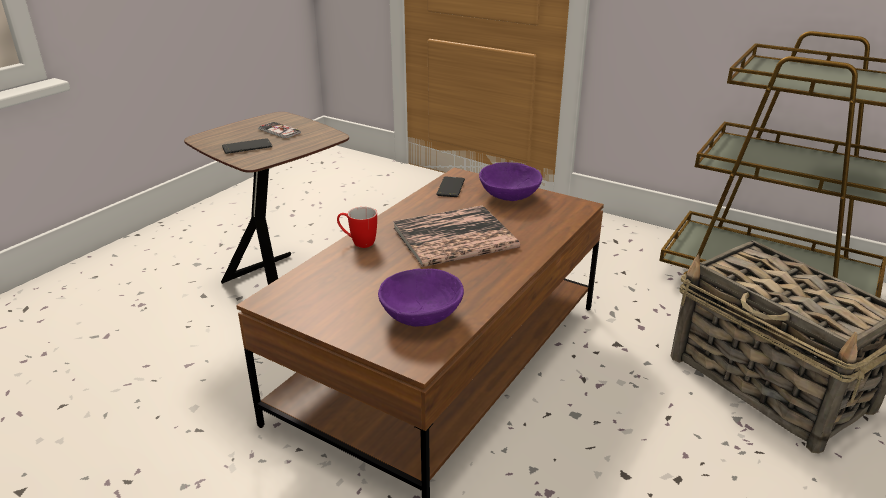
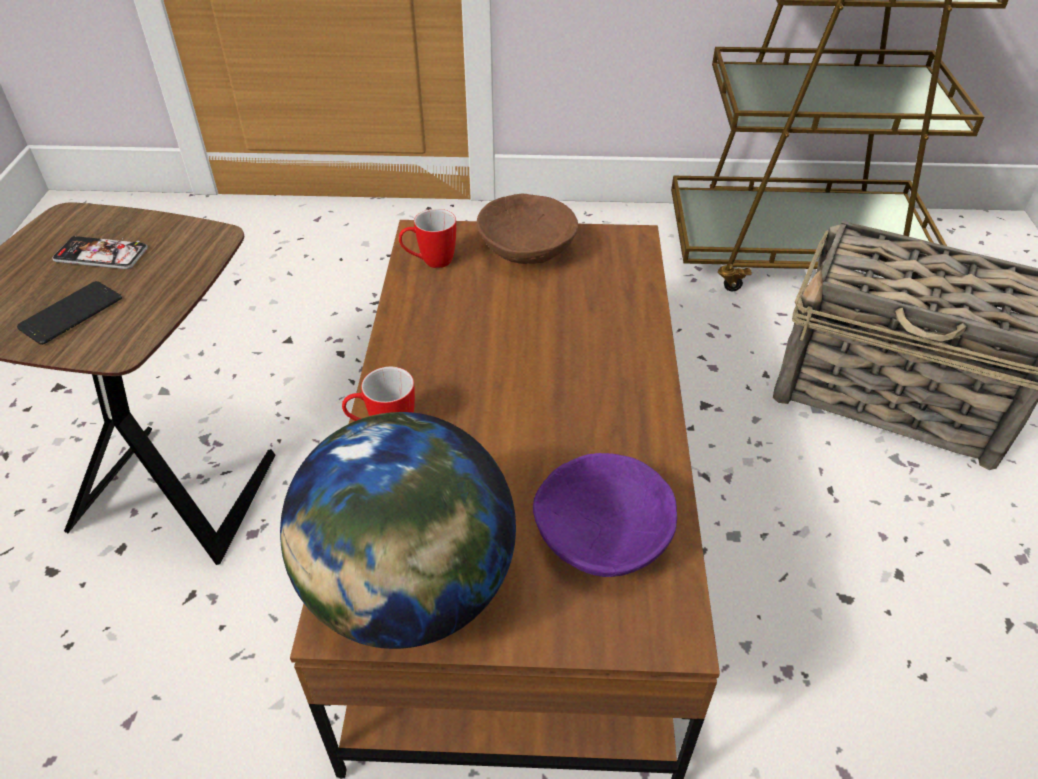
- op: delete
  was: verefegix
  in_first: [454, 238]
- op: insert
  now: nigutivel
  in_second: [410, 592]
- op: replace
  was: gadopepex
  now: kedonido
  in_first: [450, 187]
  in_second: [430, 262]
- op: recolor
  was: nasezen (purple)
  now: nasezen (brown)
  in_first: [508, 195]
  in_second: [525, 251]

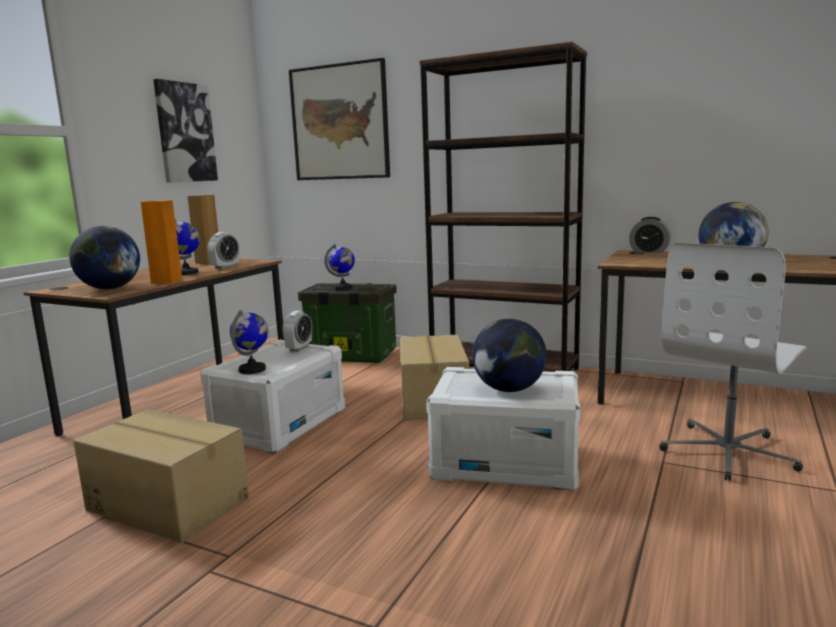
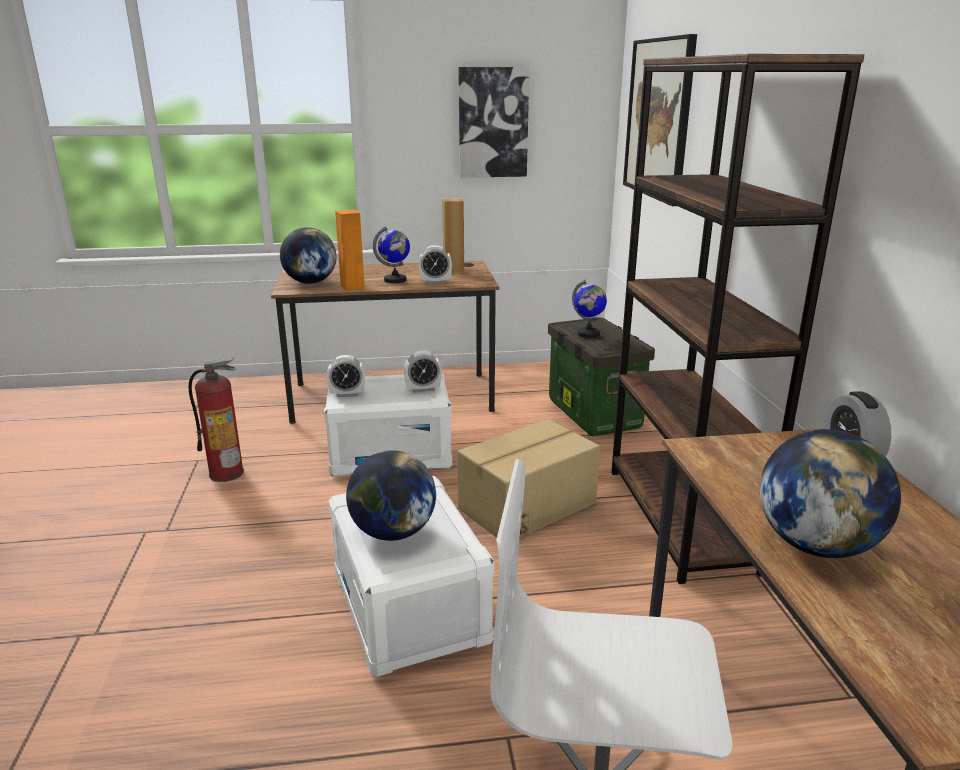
- op: replace
  was: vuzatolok
  now: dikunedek
  in_first: [169, 503]
  in_second: [226, 473]
- op: replace
  was: nigutivel
  now: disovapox
  in_first: [252, 370]
  in_second: [347, 394]

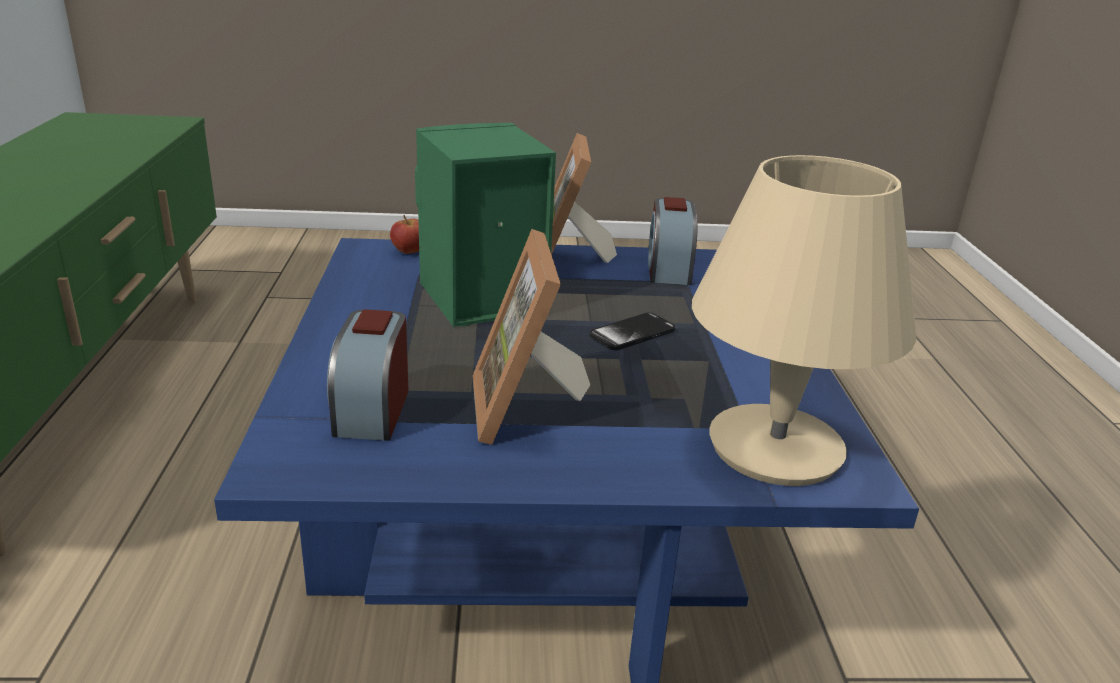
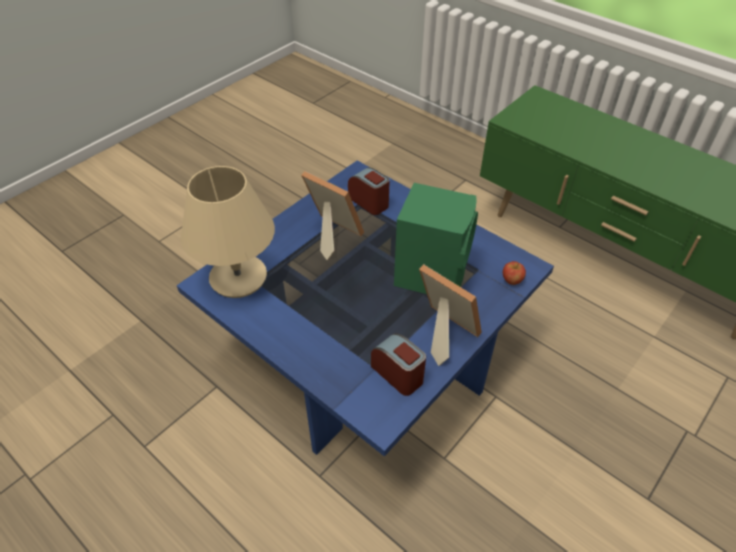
- op: delete
  was: gadopepex
  in_first: [632, 333]

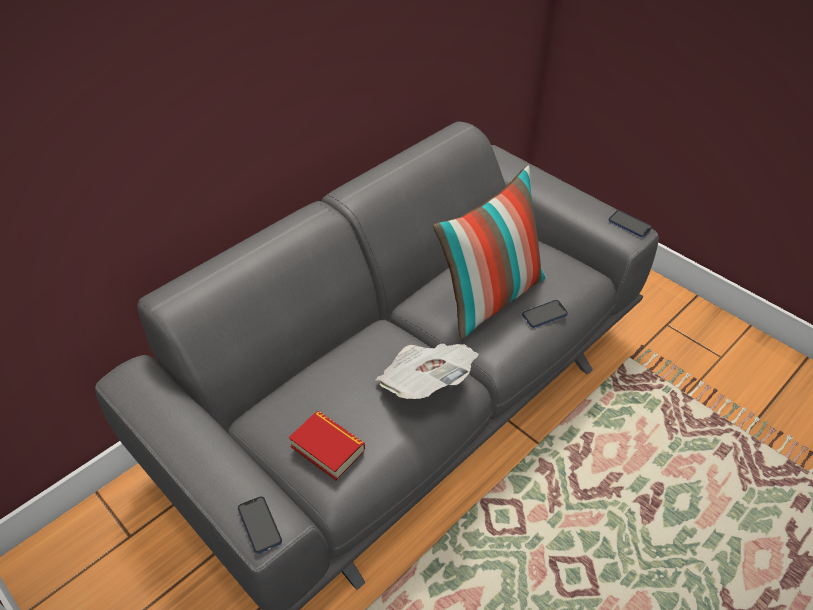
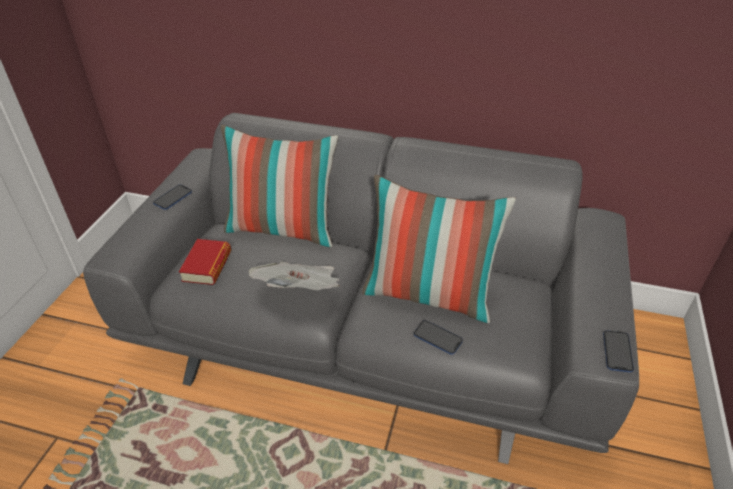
- op: insert
  now: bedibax
  in_second: [283, 229]
- op: move
  was: gadopepex
  in_first: [259, 525]
  in_second: [173, 198]

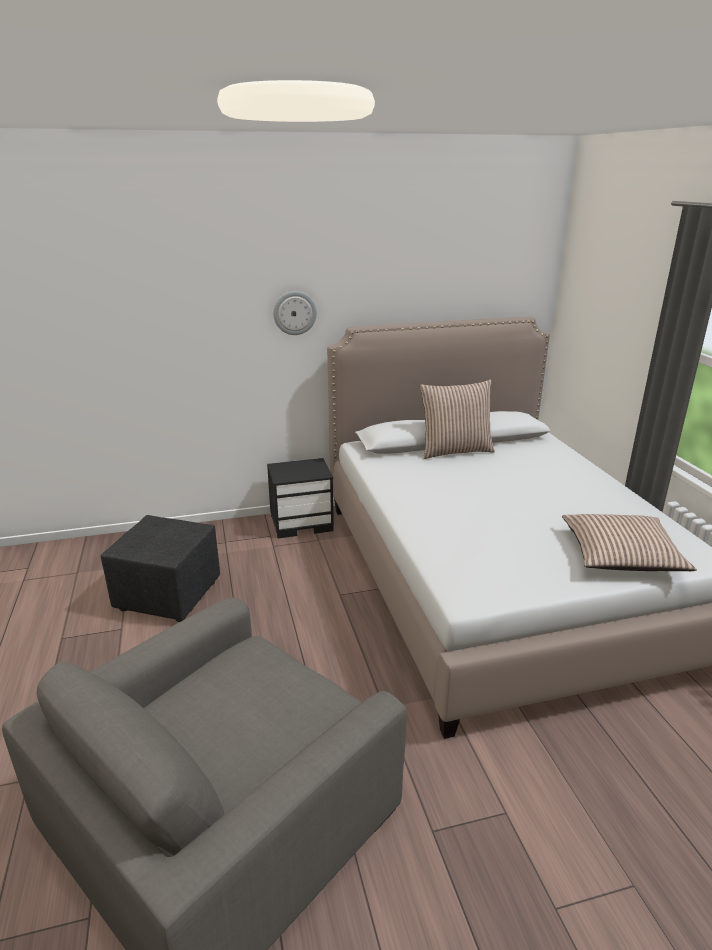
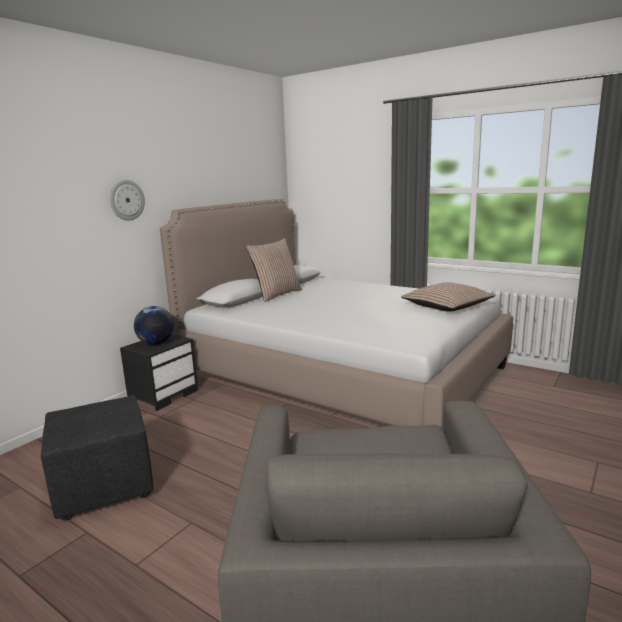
- op: insert
  now: nigutivel
  in_second: [156, 343]

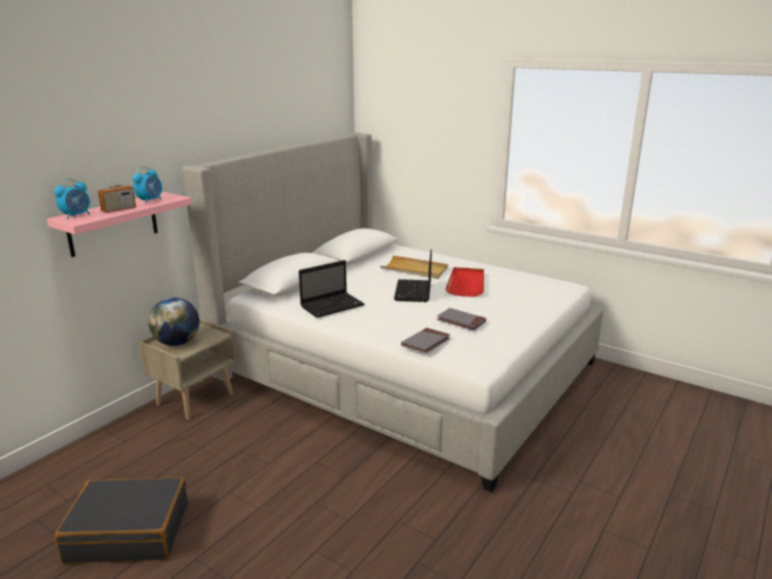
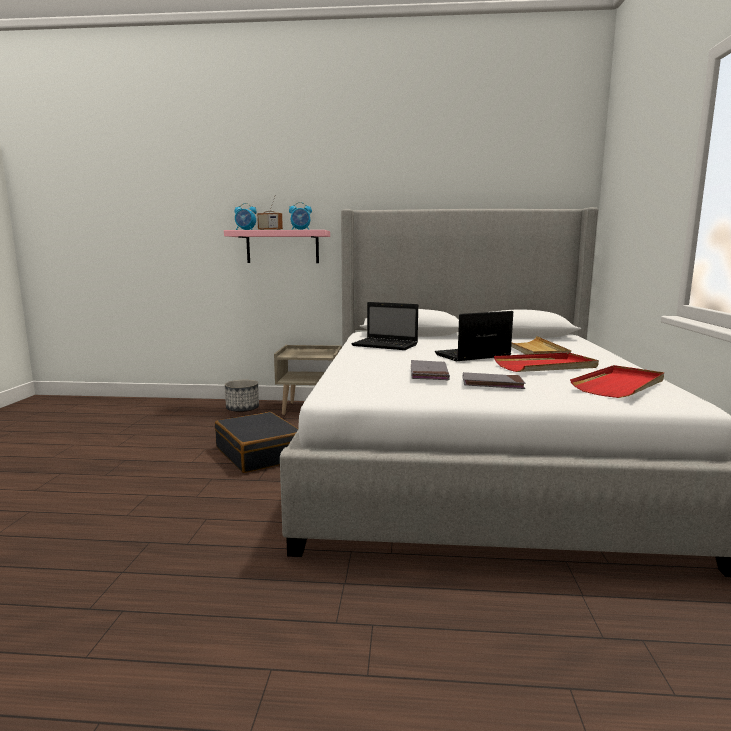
- op: delete
  was: nigutivel
  in_first: [177, 343]
- op: insert
  now: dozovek
  in_second: [242, 409]
- op: insert
  now: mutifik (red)
  in_second: [620, 385]
- op: move
  was: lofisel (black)
  in_first: [129, 532]
  in_second: [259, 454]
- op: move
  was: verefegix (grey)
  in_first: [425, 343]
  in_second: [492, 384]

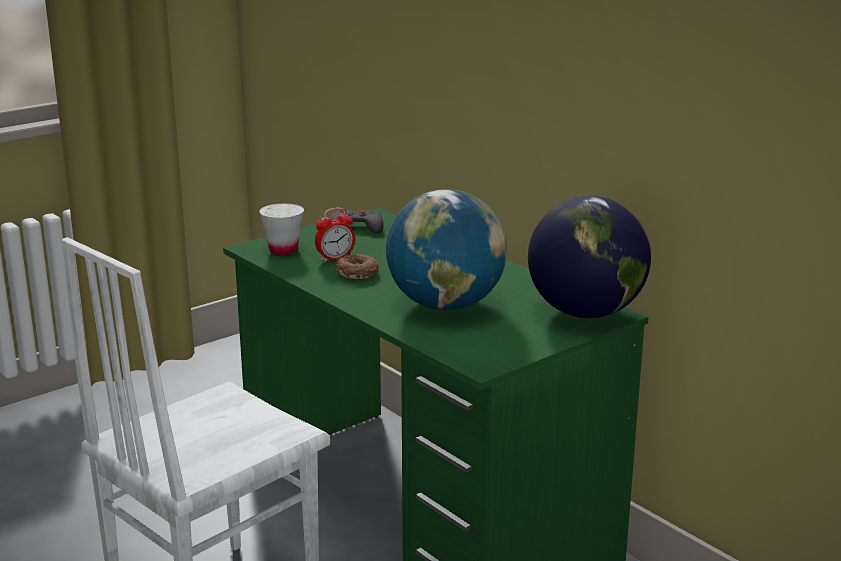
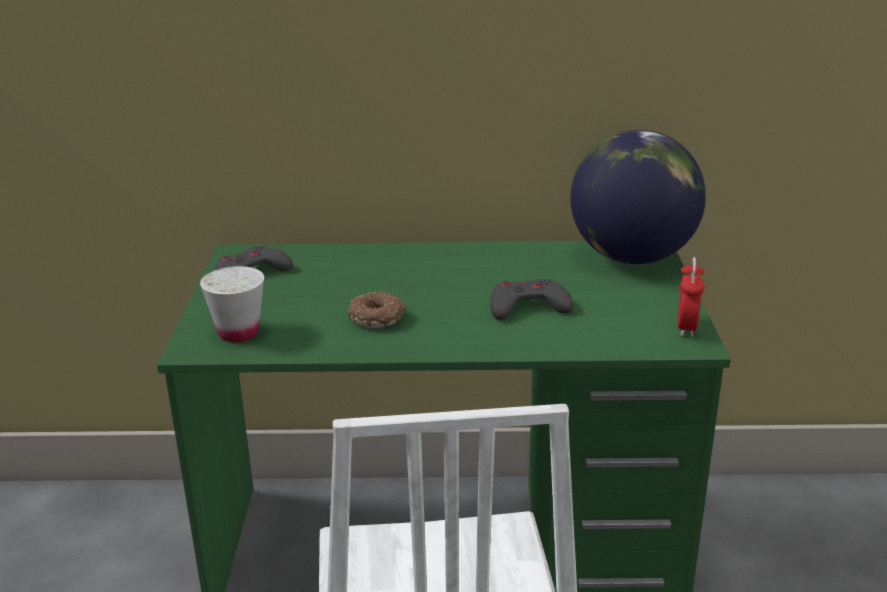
- op: move
  was: disovapox
  in_first: [335, 259]
  in_second: [686, 327]
- op: replace
  was: nigutivel
  now: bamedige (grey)
  in_first: [446, 305]
  in_second: [528, 307]

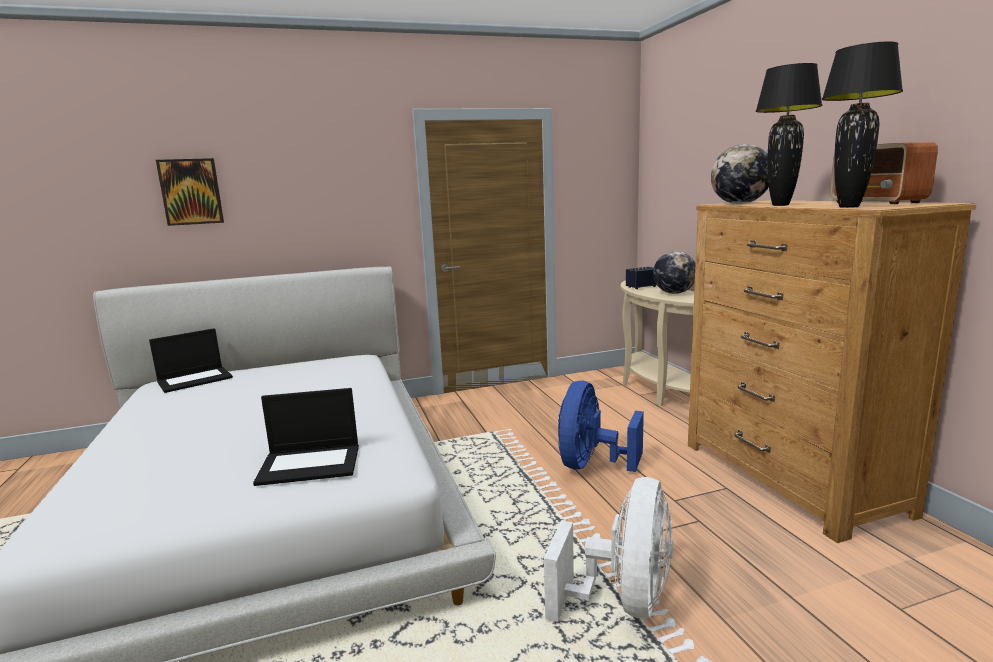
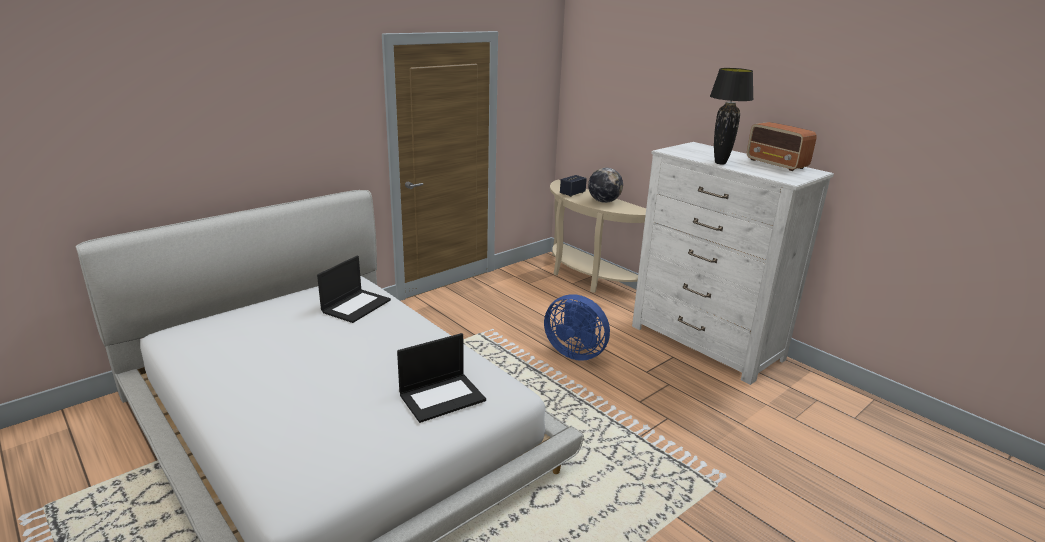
- op: delete
  was: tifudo
  in_first: [191, 192]
- op: delete
  was: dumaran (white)
  in_first: [624, 601]
- op: delete
  was: nigutivel
  in_first: [739, 203]
- op: delete
  was: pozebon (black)
  in_first: [849, 207]
- op: move
  was: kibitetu
  in_first: [195, 379]
  in_second: [356, 305]
- op: recolor
  was: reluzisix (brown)
  now: reluzisix (white)
  in_first: [789, 477]
  in_second: [706, 343]
- op: rotate
  was: dumaran (blue)
  in_first: [591, 464]
  in_second: [575, 352]
  clockwise: -60

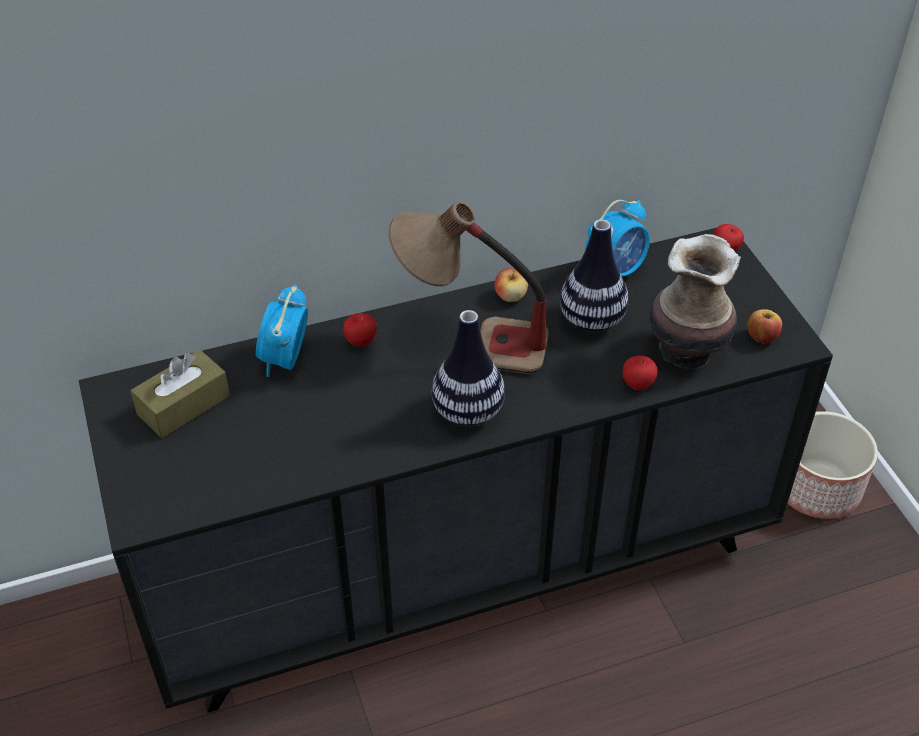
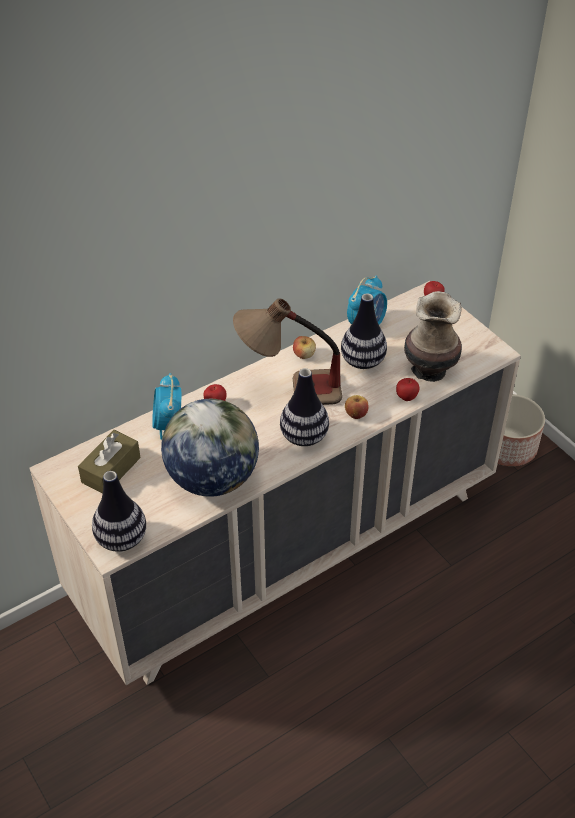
- op: insert
  now: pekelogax
  in_second: [121, 539]
- op: insert
  now: nigutivel
  in_second: [212, 478]
- op: move
  was: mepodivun
  in_first: [761, 337]
  in_second: [356, 414]
- op: recolor
  was: reluzisix (black)
  now: reluzisix (beige)
  in_first: [461, 564]
  in_second: [288, 547]

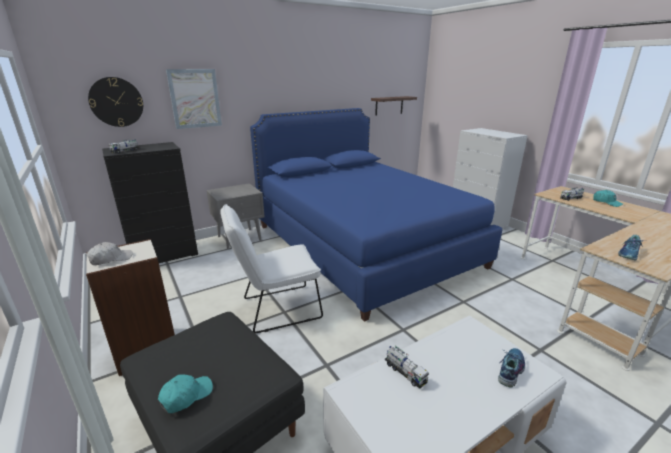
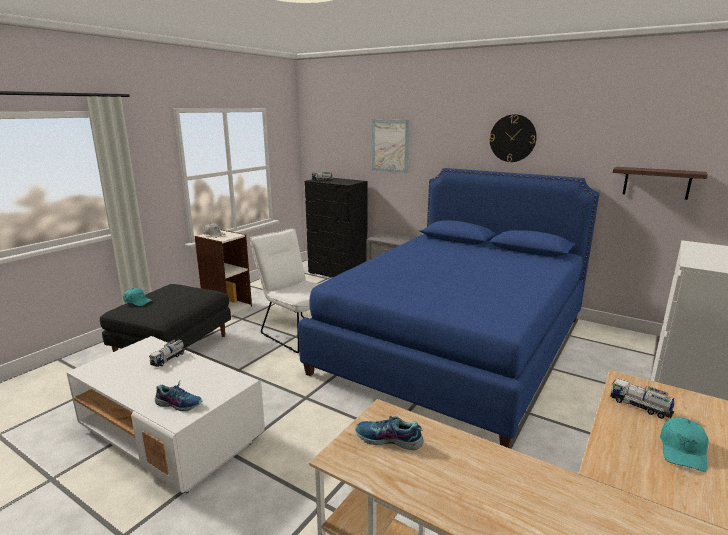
- op: move
  was: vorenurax
  in_first: [116, 102]
  in_second: [512, 138]

